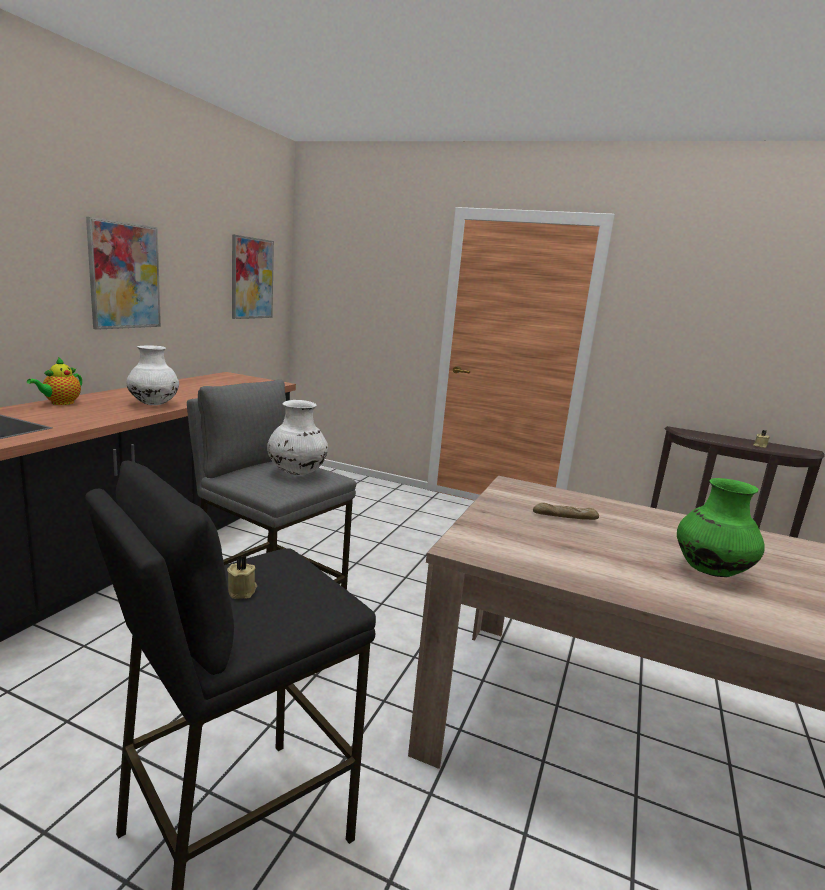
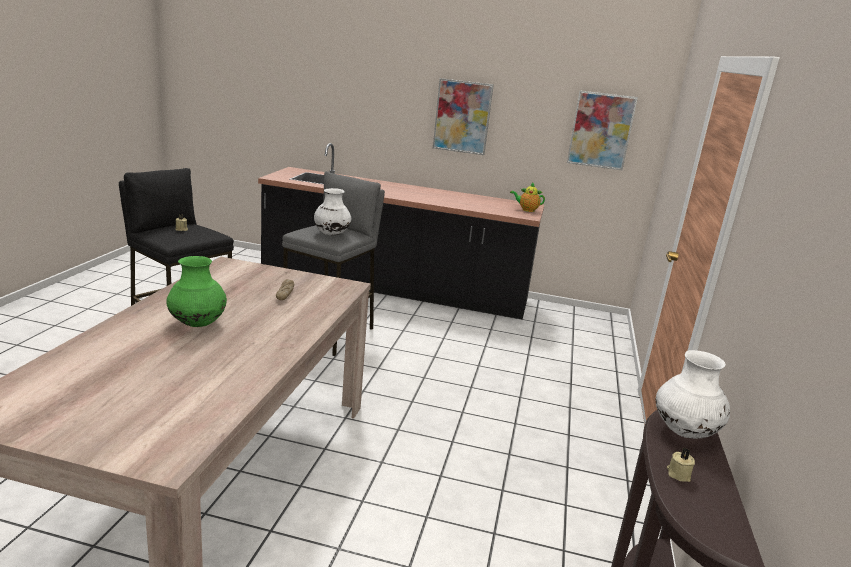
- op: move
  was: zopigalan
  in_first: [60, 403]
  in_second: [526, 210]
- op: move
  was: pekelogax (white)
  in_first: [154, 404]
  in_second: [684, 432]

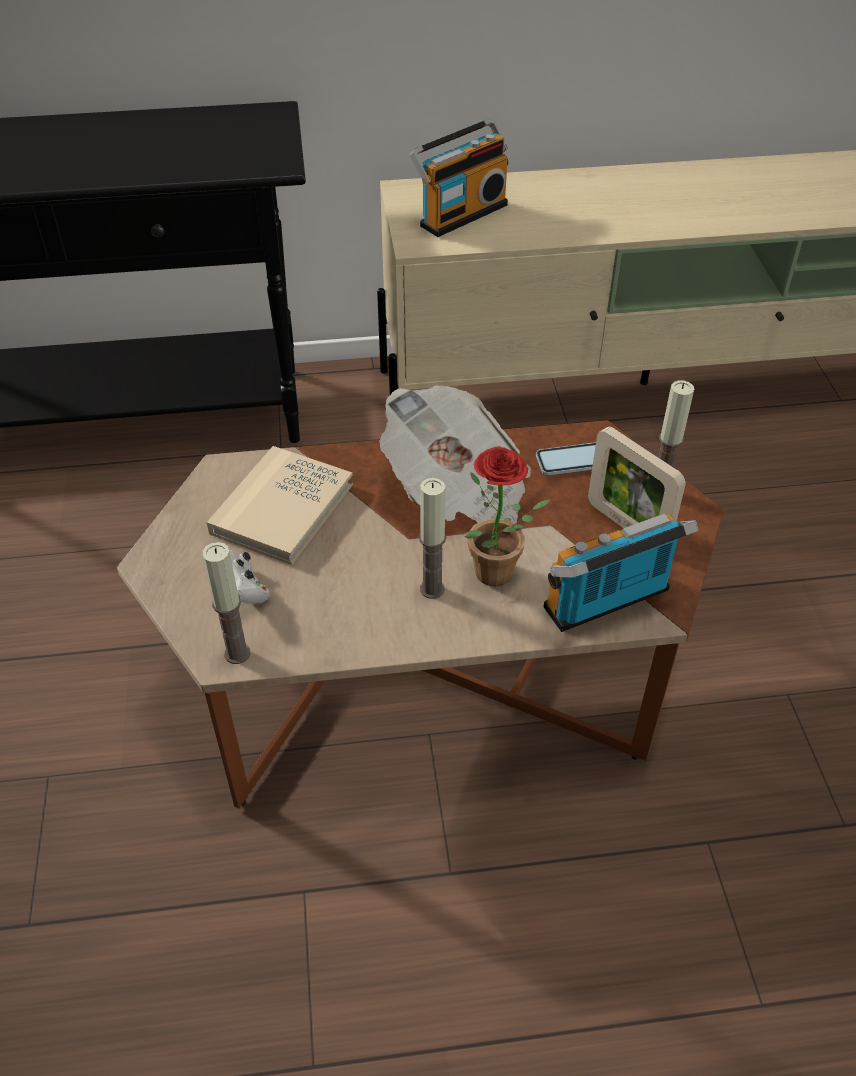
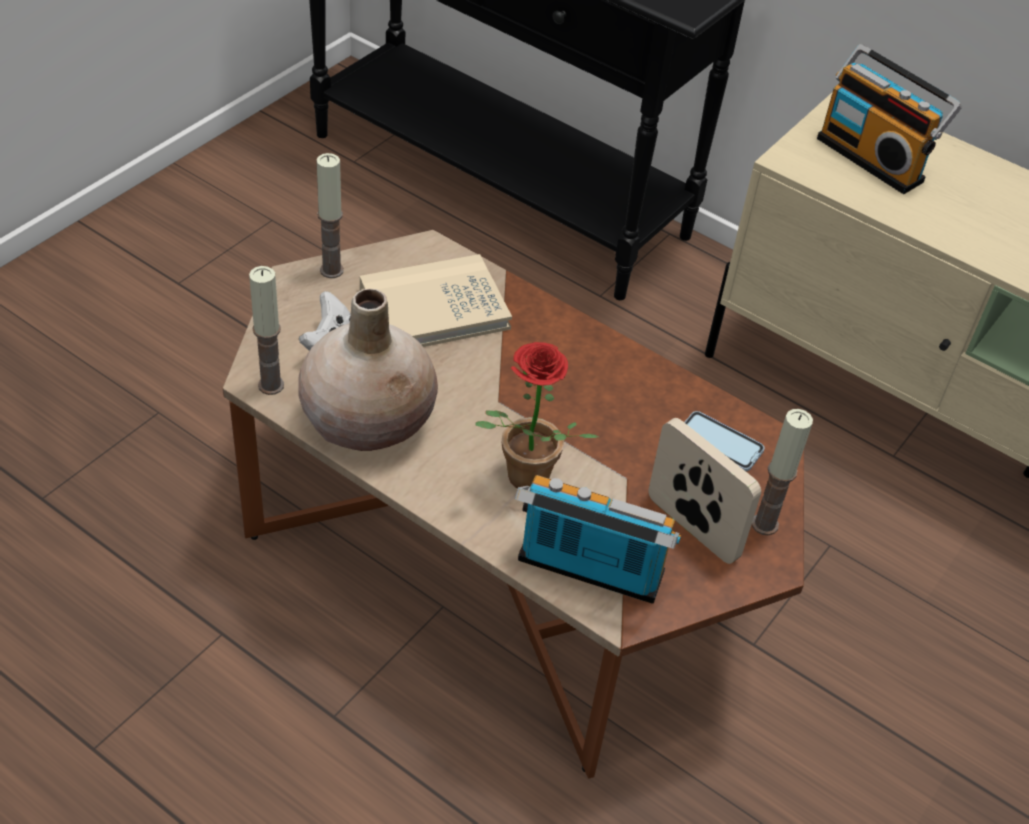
- op: delete
  was: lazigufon
  in_first: [458, 490]
- op: insert
  now: pekelogax (beige)
  in_second: [369, 422]
- op: move
  was: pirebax
  in_first: [432, 589]
  in_second: [331, 270]
- op: rotate
  was: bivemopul
  in_first: [461, 213]
  in_second: [873, 158]
  clockwise: 45
- op: rotate
  was: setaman
  in_first: [627, 525]
  in_second: [692, 528]
  clockwise: 135

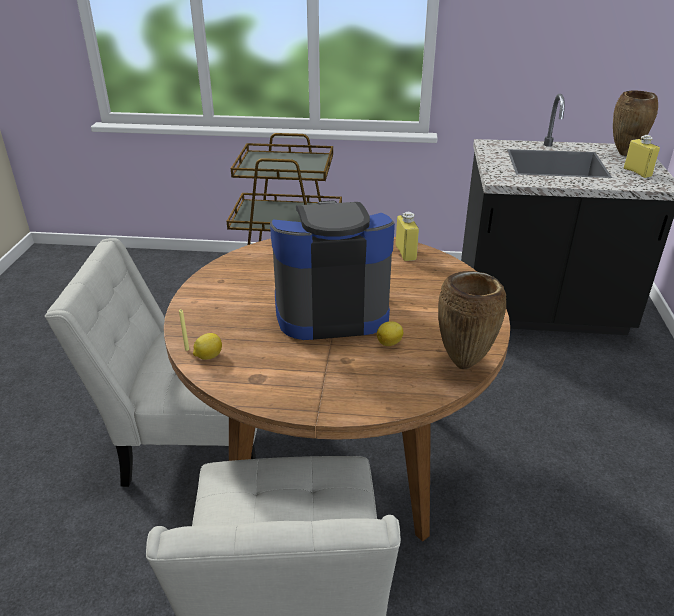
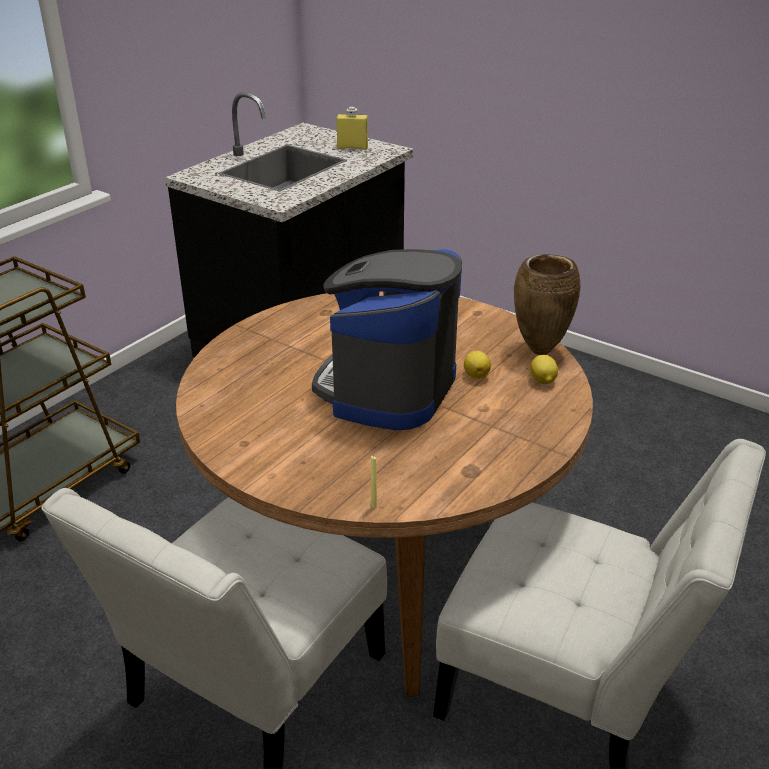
- op: delete
  was: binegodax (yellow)
  in_first: [405, 253]
- op: delete
  was: pekelogax (brown)
  in_first: [624, 154]
- op: move
  was: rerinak
  in_first: [208, 356]
  in_second: [542, 381]

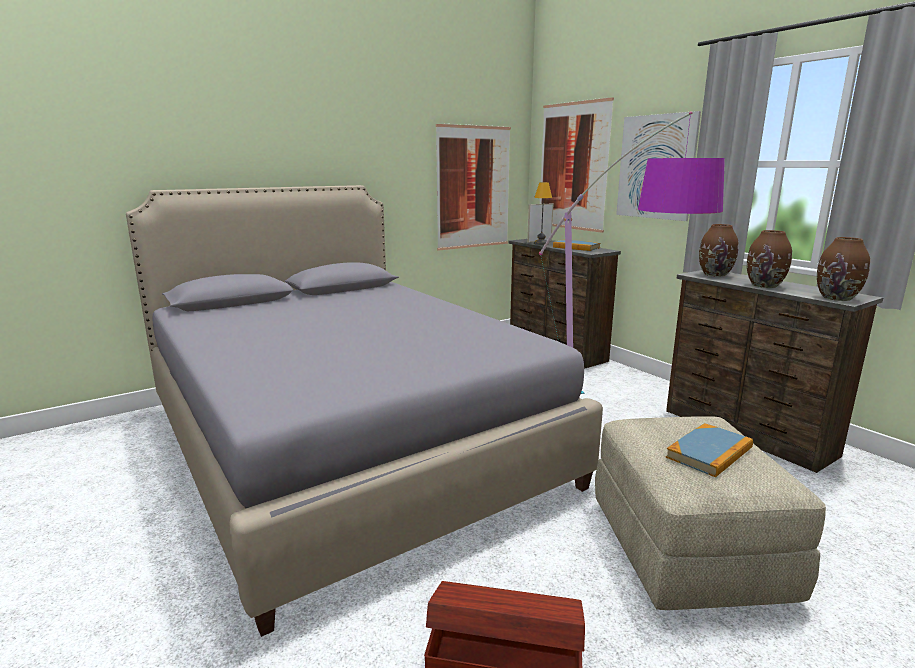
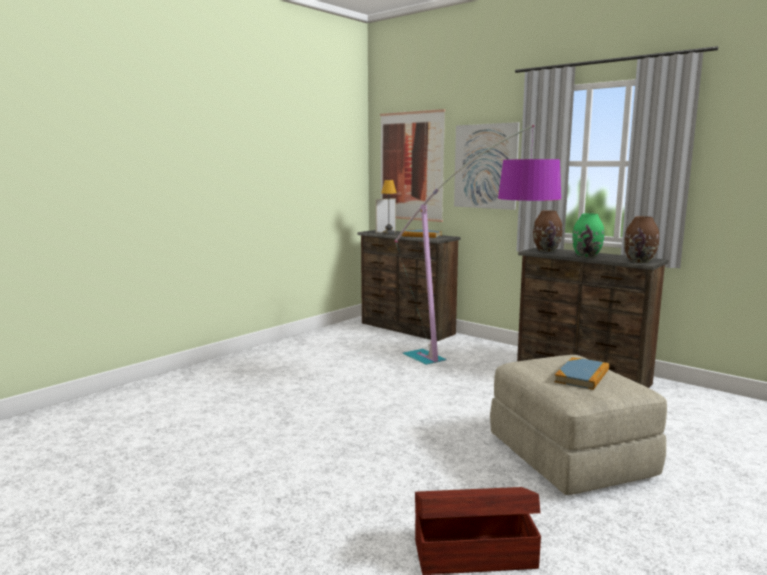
- op: delete
  was: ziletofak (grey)
  in_first: [346, 443]
- op: delete
  was: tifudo
  in_first: [473, 187]
- op: recolor
  was: pekelogax (brown)
  now: pekelogax (green)
  in_first: [764, 285]
  in_second: [586, 256]

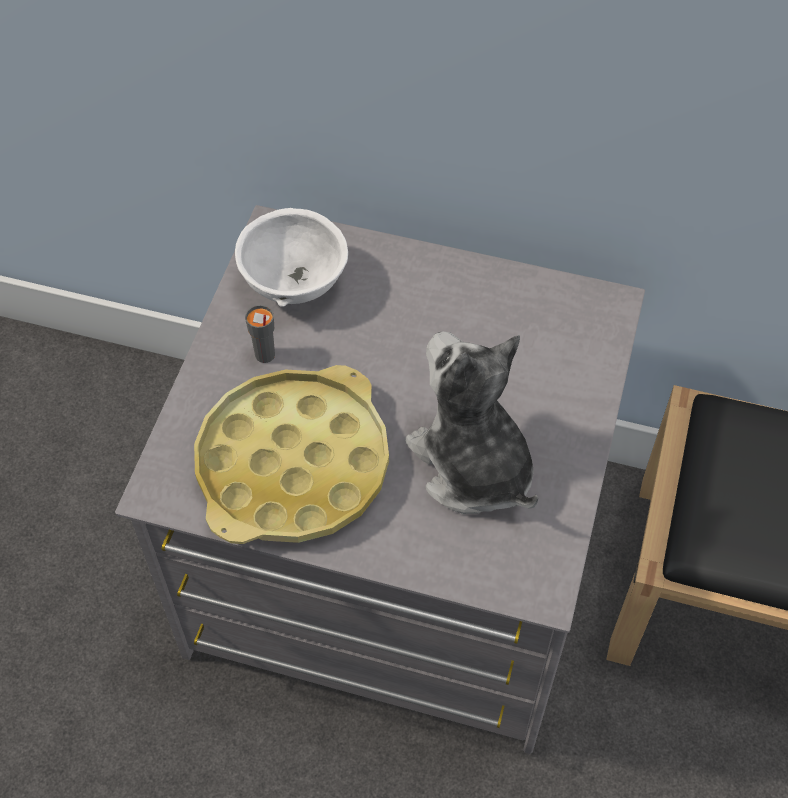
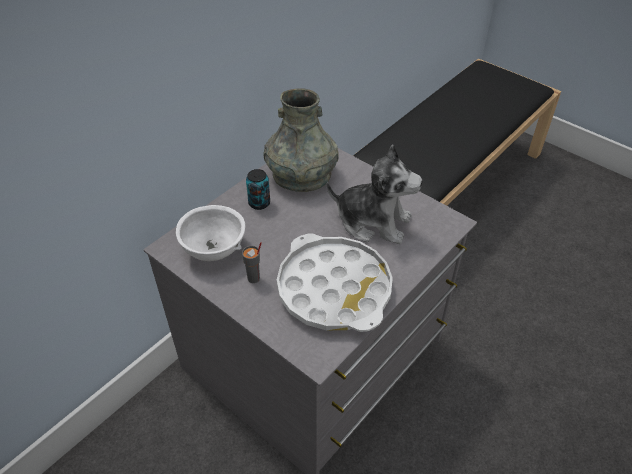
- op: insert
  now: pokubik
  in_second: [259, 203]
- op: insert
  now: pekelogax (grey)
  in_second: [301, 175]
- op: recolor
  was: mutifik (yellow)
  now: mutifik (white)
  in_first: [293, 465]
  in_second: [334, 289]
- op: rotate
  was: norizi
  in_first: [472, 466]
  in_second: [373, 221]
  clockwise: -150

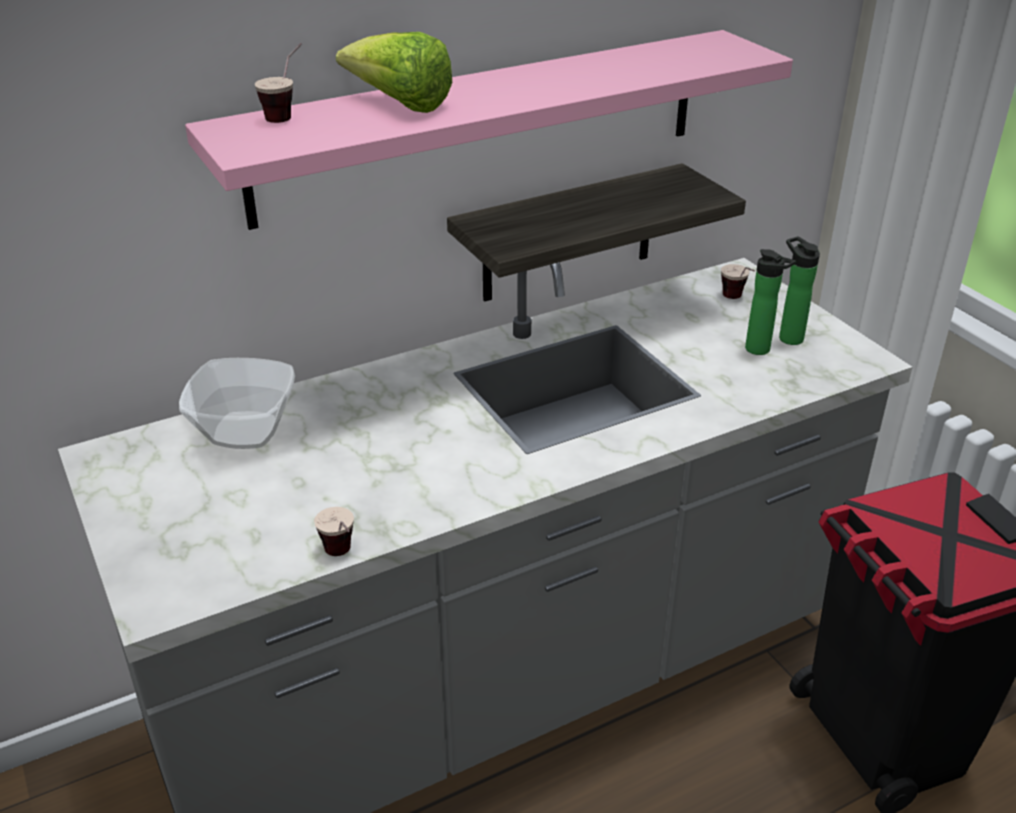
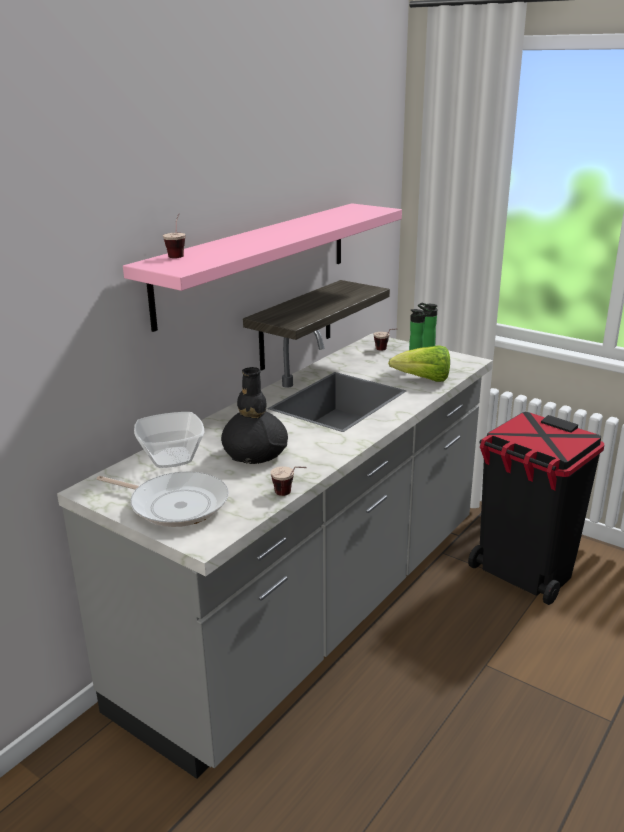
- op: insert
  now: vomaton
  in_second: [175, 504]
- op: insert
  now: pekelogax (black)
  in_second: [255, 454]
- op: move
  was: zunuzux
  in_first: [400, 105]
  in_second: [423, 380]

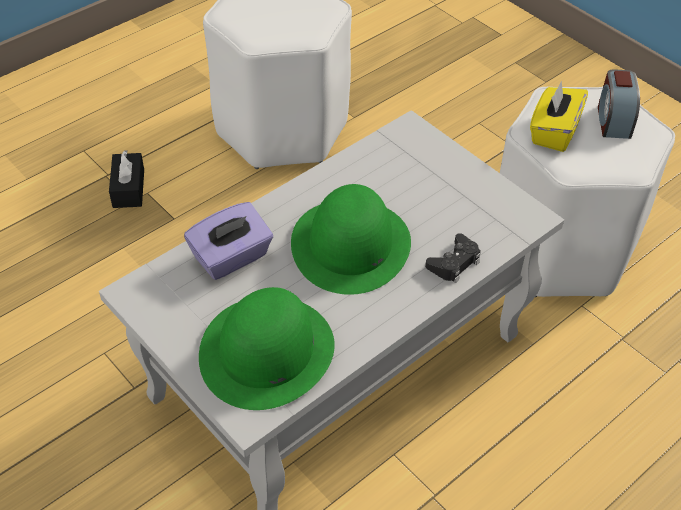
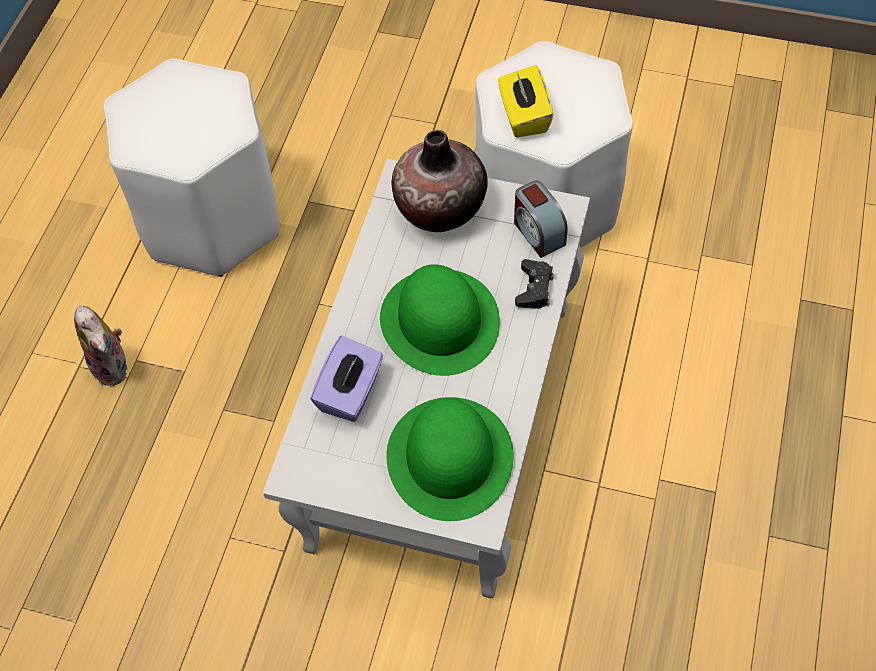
- op: insert
  now: pekelogax
  in_second: [440, 208]
- op: move
  was: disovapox
  in_first: [613, 120]
  in_second: [538, 232]
- op: replace
  was: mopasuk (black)
  now: norizi
  in_first: [128, 188]
  in_second: [113, 366]

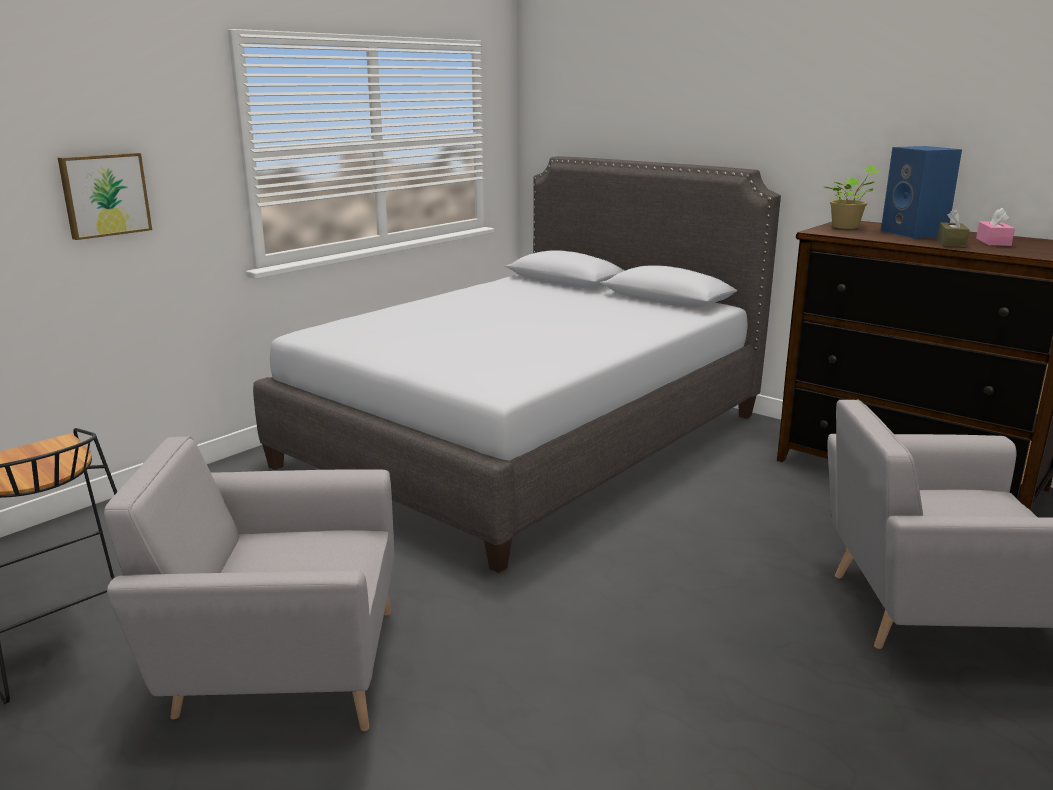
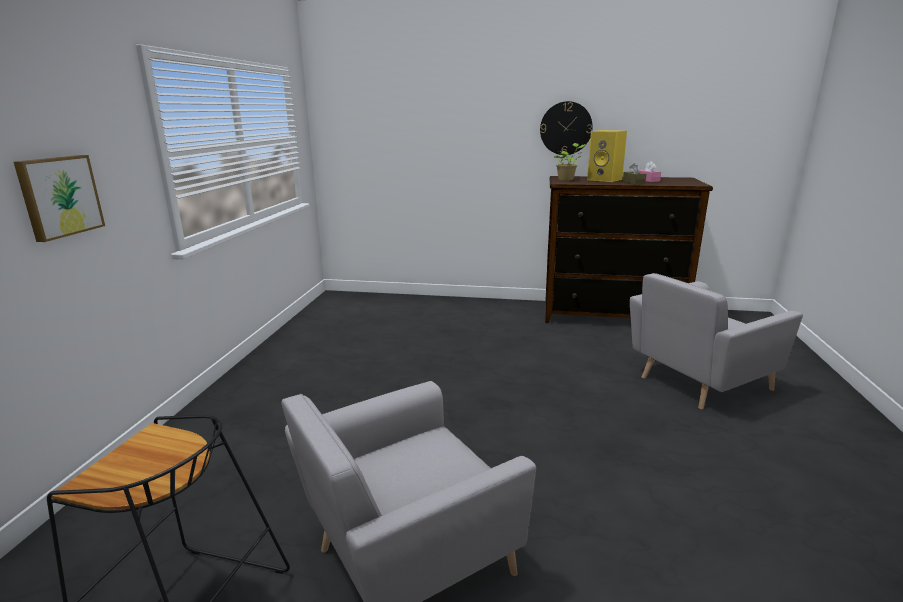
- op: delete
  was: ziletofak (grey)
  in_first: [527, 439]
- op: insert
  now: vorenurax
  in_second: [565, 128]
- op: recolor
  was: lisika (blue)
  now: lisika (yellow)
  in_first: [915, 233]
  in_second: [605, 179]

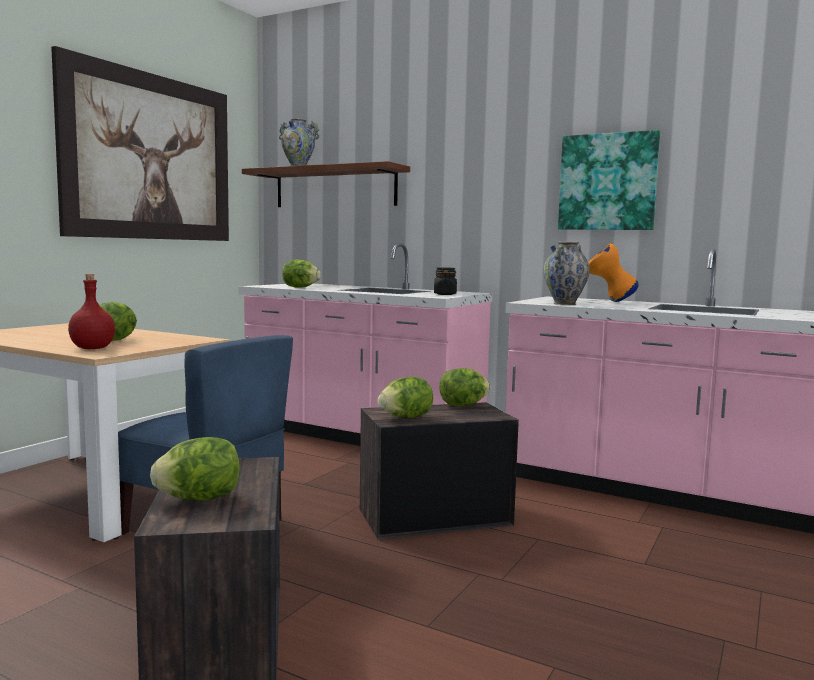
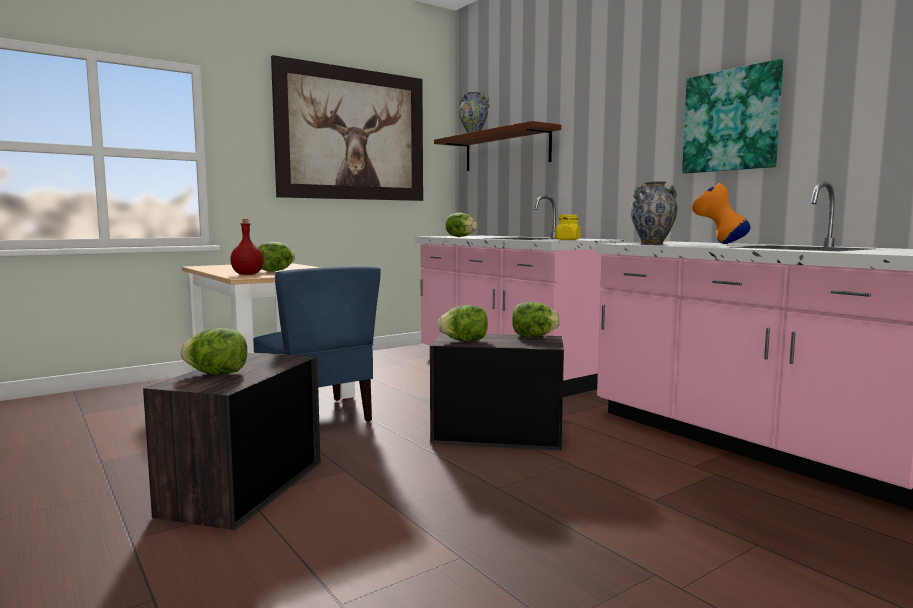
- op: recolor
  was: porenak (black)
  now: porenak (yellow)
  in_first: [445, 294]
  in_second: [567, 240]

